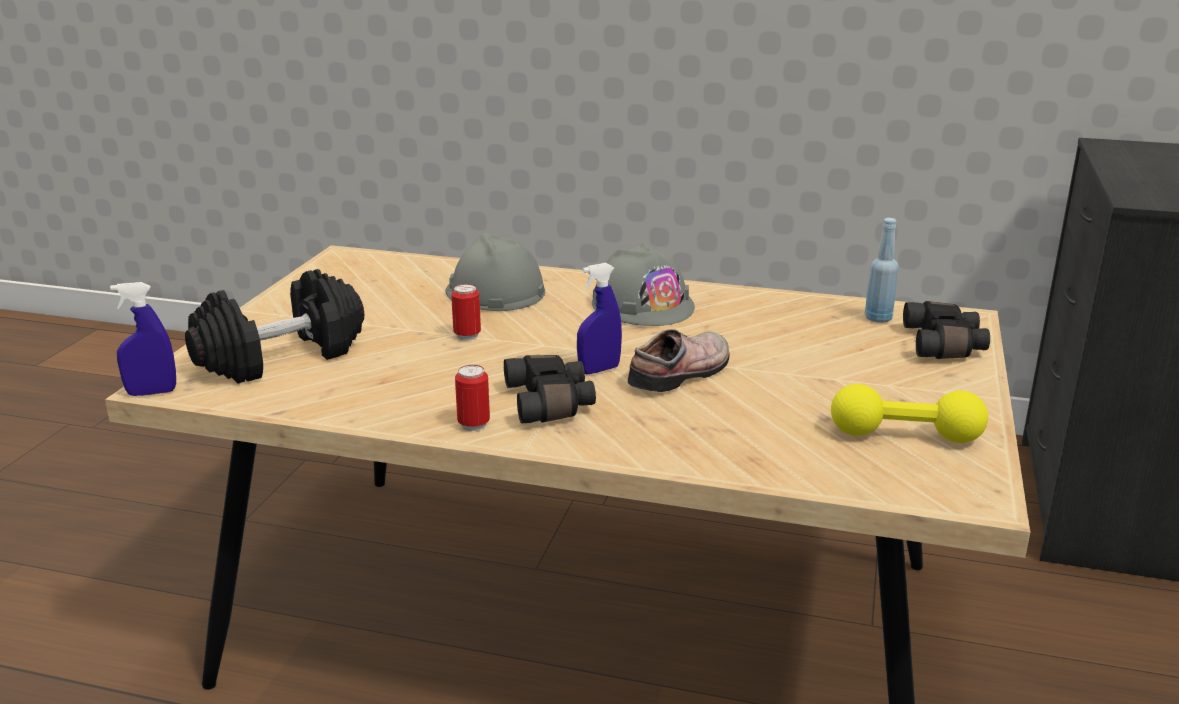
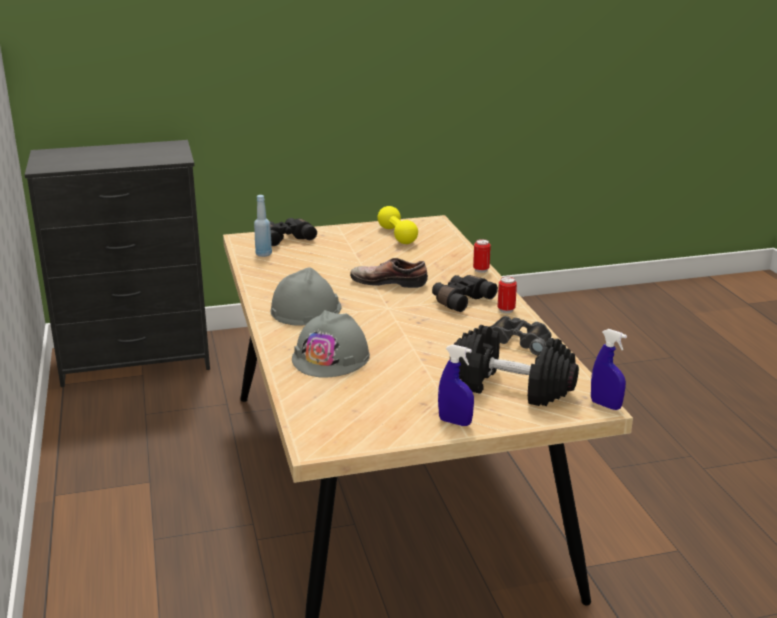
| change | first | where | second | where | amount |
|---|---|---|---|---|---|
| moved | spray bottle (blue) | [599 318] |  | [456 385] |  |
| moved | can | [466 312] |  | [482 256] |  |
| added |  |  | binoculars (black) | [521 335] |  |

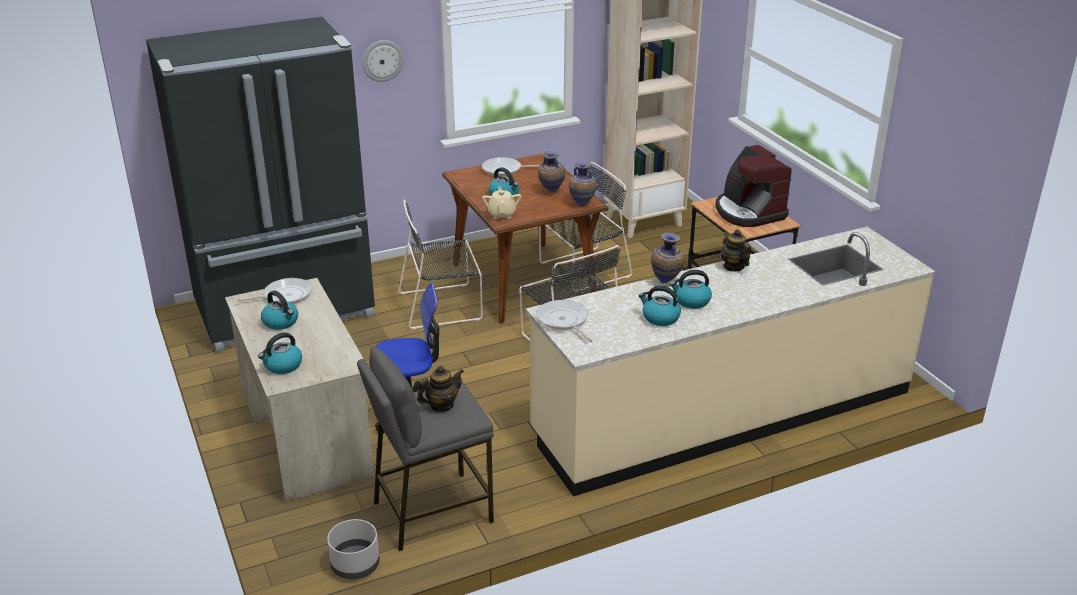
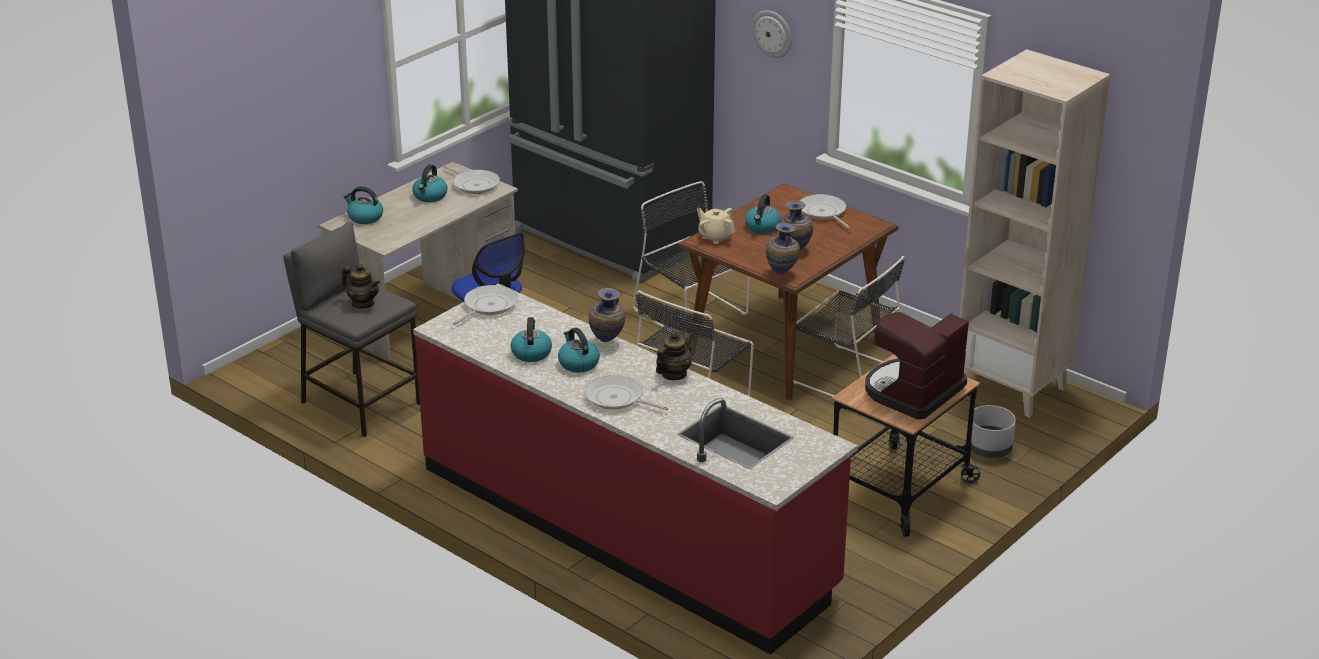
| change | first | where | second | where | amount |
|---|---|---|---|---|---|
| turned | teapot (beige) | [501 203] |  | [716 226] | 105 degrees counterclockwise |
| recoloured | counter (beige) | [731 362] | counter (red) | [635 469] |  |
| moved | planter (grey) | [353 549] |  | [993 431] |  |
| added |  |  | frying pan | [627 392] |  |

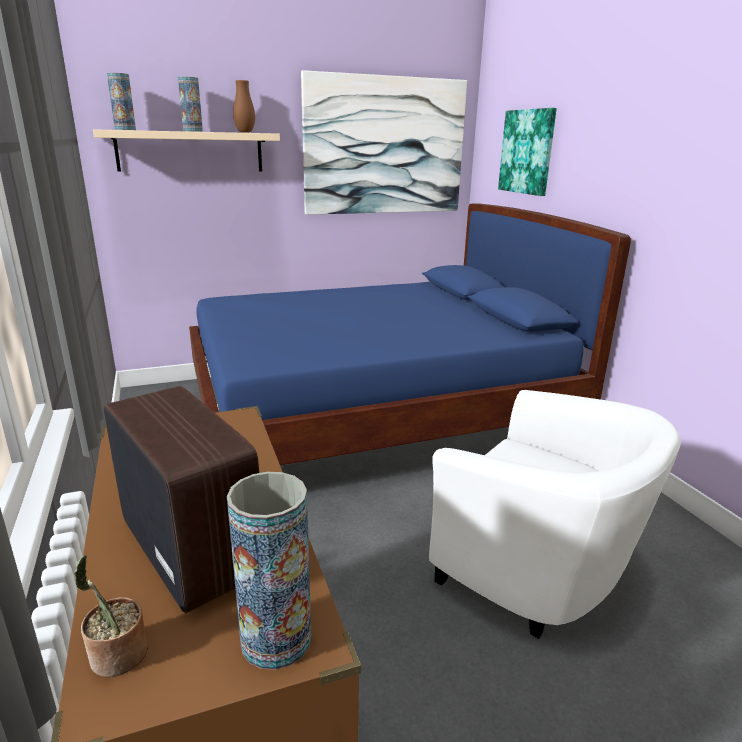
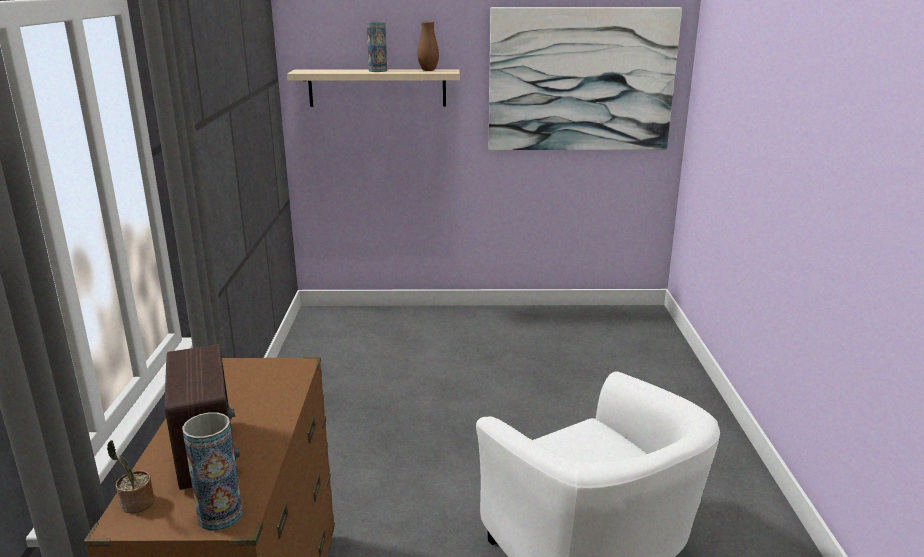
| change | first | where | second | where | amount |
|---|---|---|---|---|---|
| removed | vase | [121 101] |  |  |  |
| removed | picture | [527 152] |  |  |  |
| removed | bed (blue) | [410 334] |  |  |  |

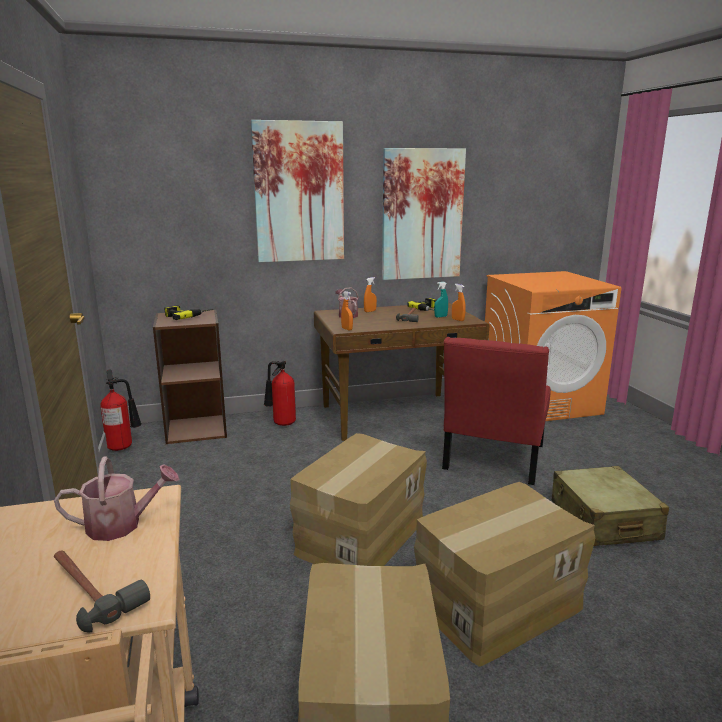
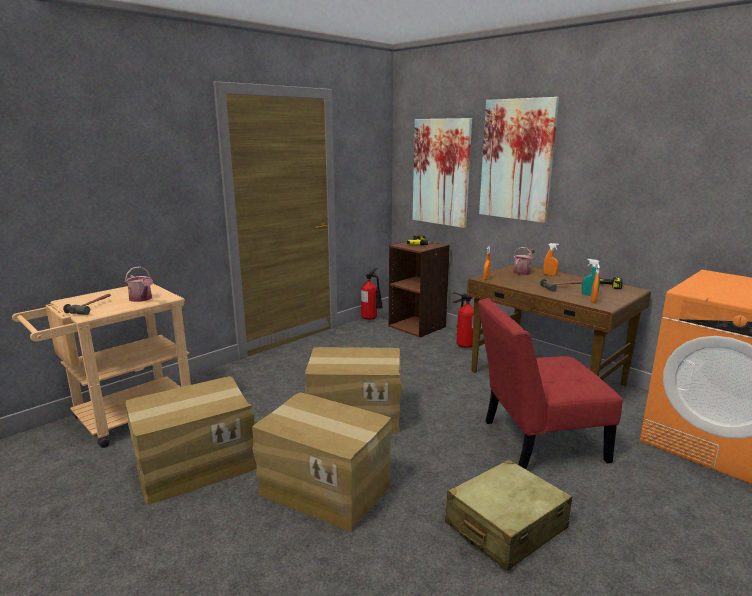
| change | first | where | second | where | amount |
|---|---|---|---|---|---|
| moved | picture | [424 214] |  | [442 173] |  |

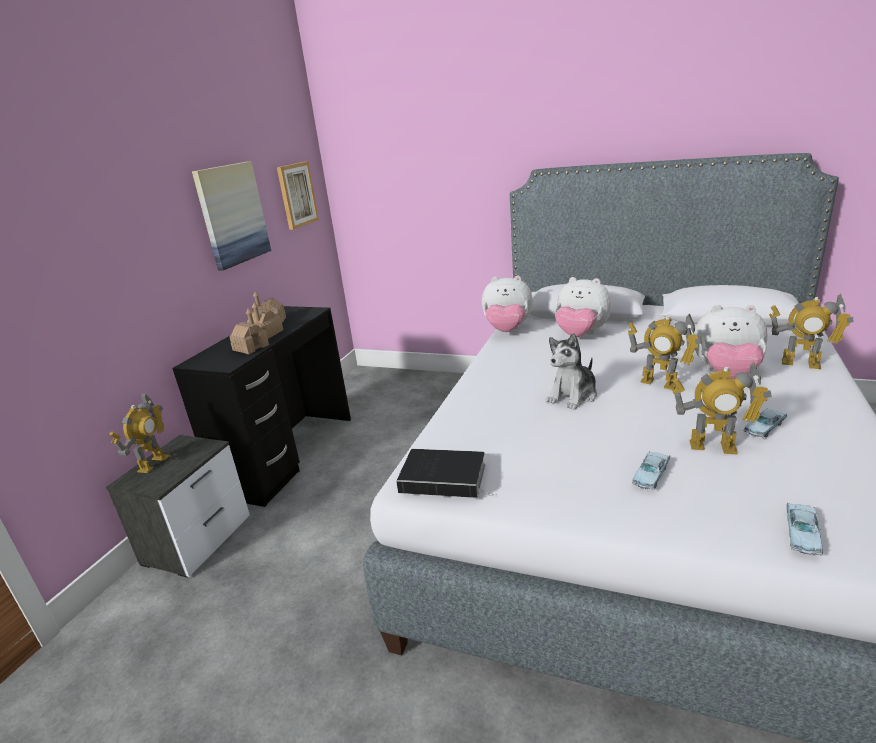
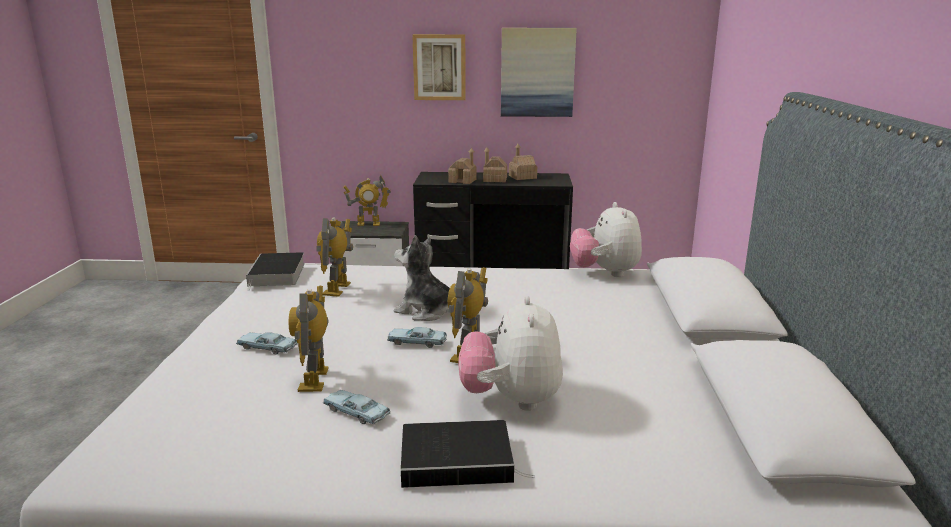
| change | first | where | second | where | amount |
|---|---|---|---|---|---|
| moved | picture | [298 195] |  | [439 67] |  |
| removed | plush toy | [583 307] |  |  |  |
| moved | toy robot | [811 331] |  | [334 256] |  |
| moved | toy car (blue) | [805 529] |  | [417 337] |  |
| added |  |  | book | [468 454] |  |

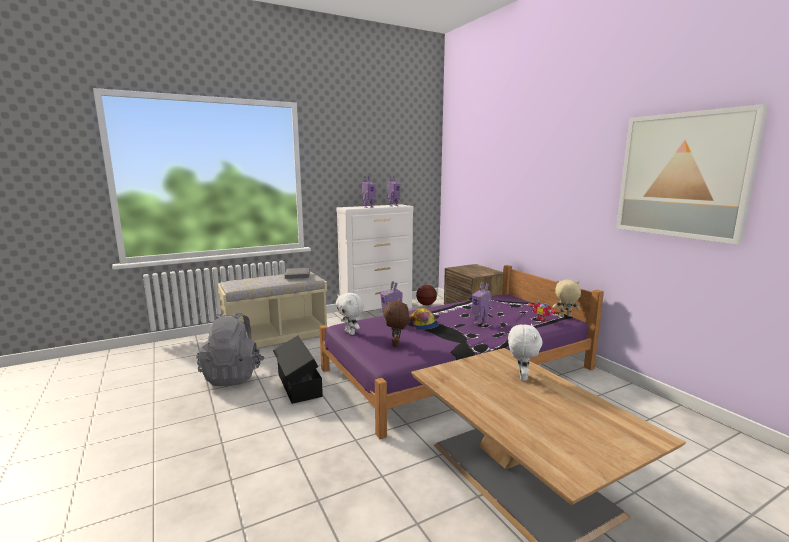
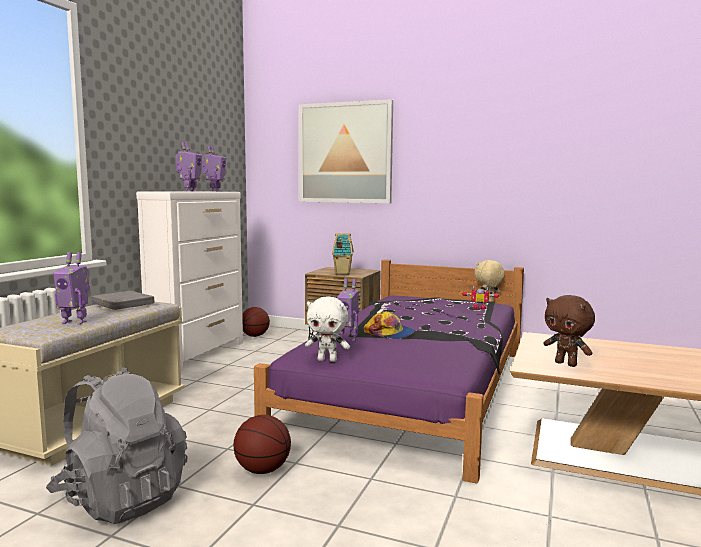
| change | first | where | second | where | amount |
|---|---|---|---|---|---|
| moved | picture | [692 174] |  | [346 151] |  |
| moved | toy robot | [481 304] |  | [71 288] |  |
| moved | plush toy (brown) | [396 324] |  | [569 331] |  |
| removed | plush toy (white) | [525 352] |  |  |  |
| replaced | storage box (black) | [298 370] | basketball | [262 444] |  |
| added |  |  | toy house | [343 254] |  |

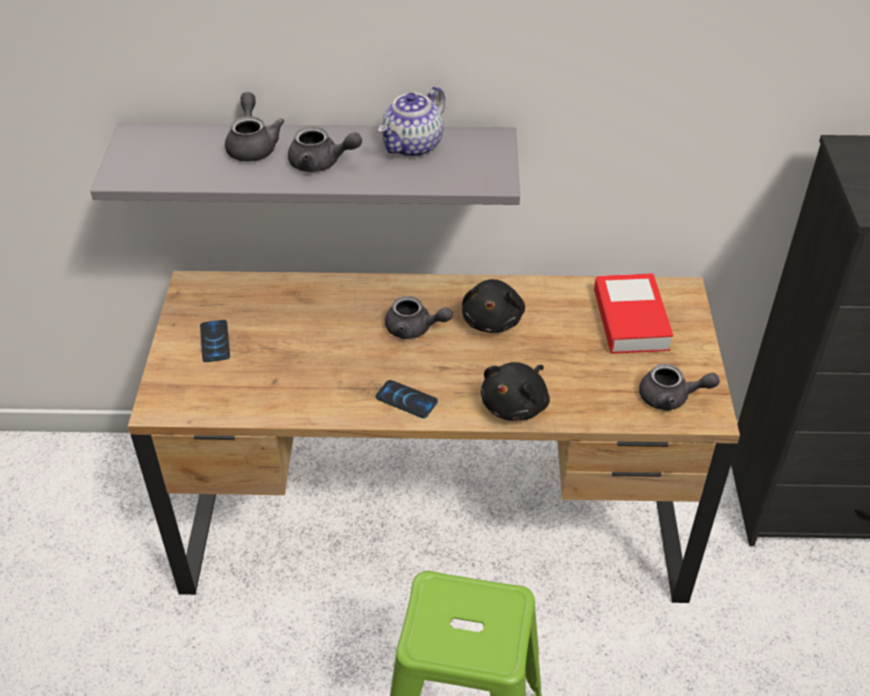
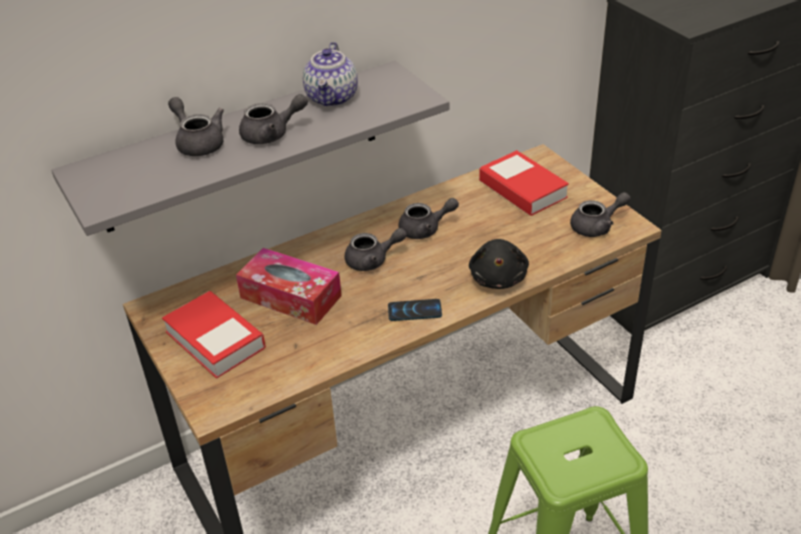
| change | first | where | second | where | amount |
|---|---|---|---|---|---|
| replaced | plush toy (black) | [493 306] | teapot (grey) | [428 218] |  |
| replaced | phone | [215 341] | book | [214 335] |  |
| added |  |  | tissue box | [289 286] |  |

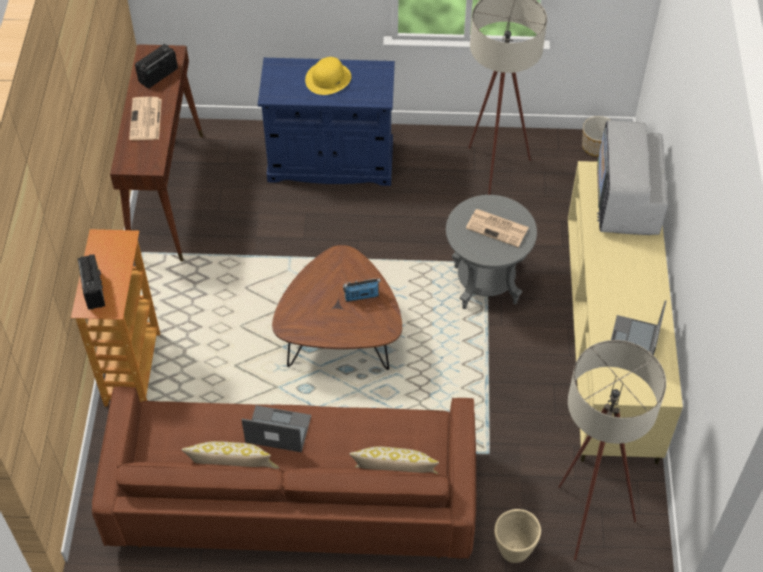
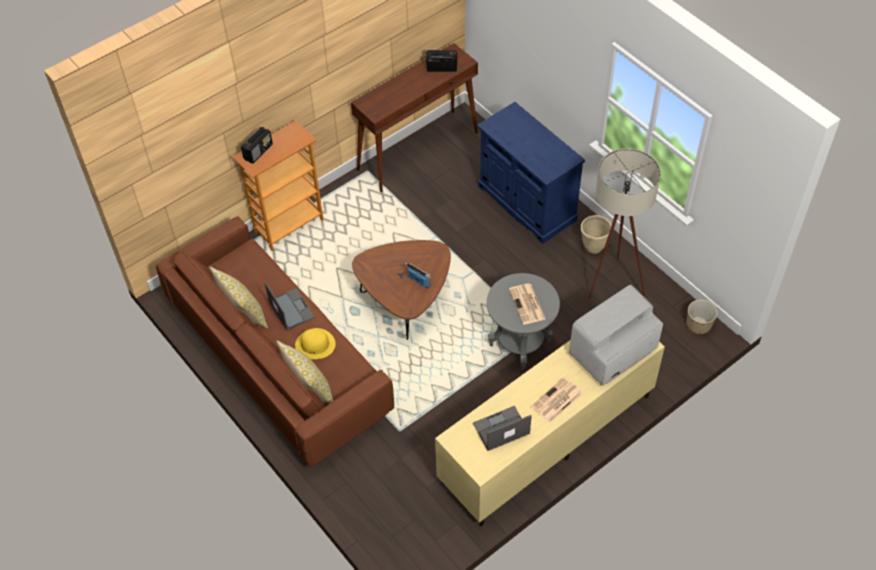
| change | first | where | second | where | amount |
|---|---|---|---|---|---|
| moved | hat (yellow) | [328 76] |  | [315 343] |  |
| moved | newspaper | [145 118] |  | [557 400] |  |
| removed | floor lamp (beige) | [612 450] |  |  |  |
| moved | planter (beige) | [517 536] |  | [596 234] |  |

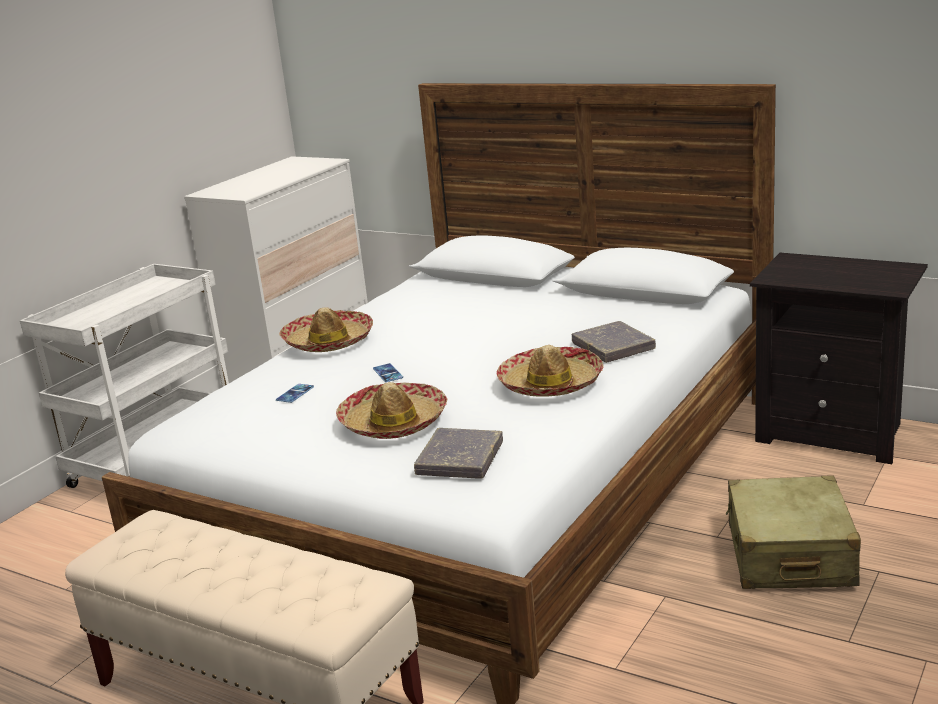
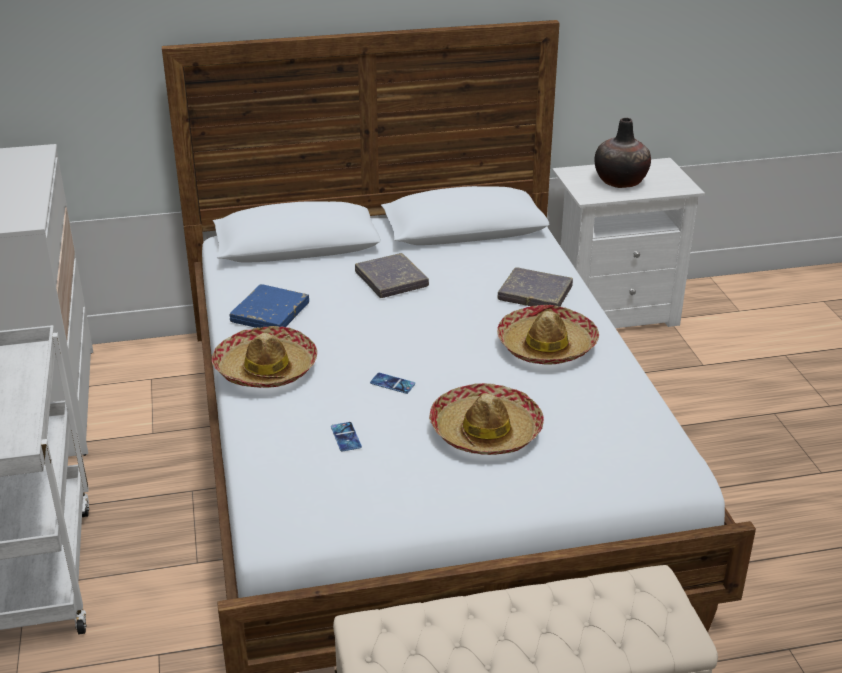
| change | first | where | second | where | amount |
|---|---|---|---|---|---|
| recoloured | nightstand (black) | [839 358] | nightstand (white) | [628 243] |  |
| moved | book (grey) | [458 453] |  | [392 275] |  |
| removed | suitcase (beige) | [793 532] |  |  |  |
| added |  |  | vase | [622 153] |  |
| added |  |  | book (blue) | [269 306] |  |

